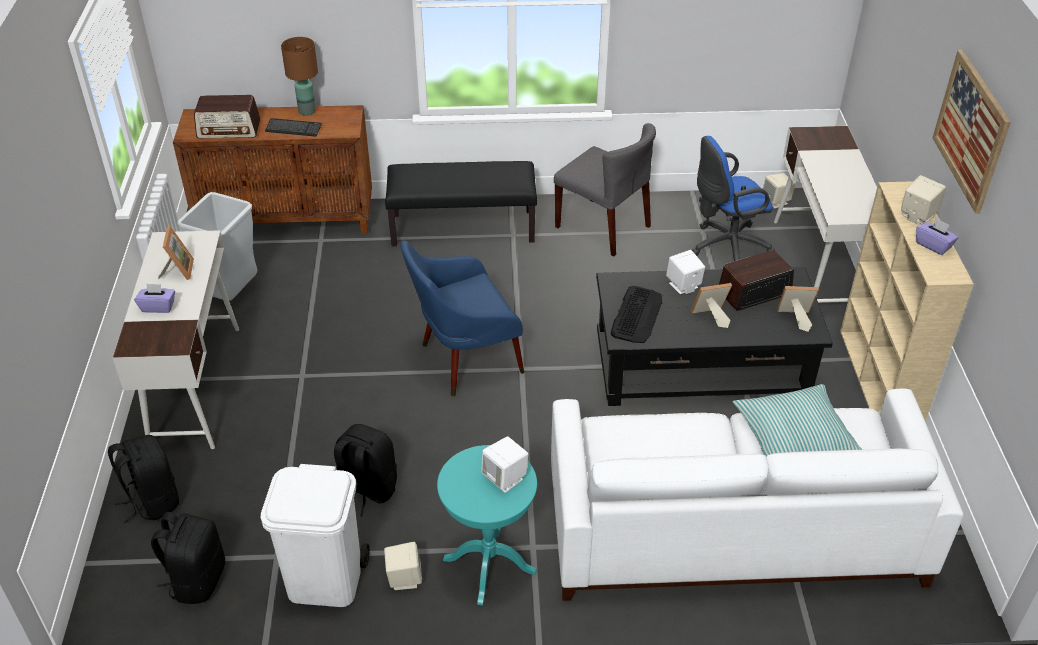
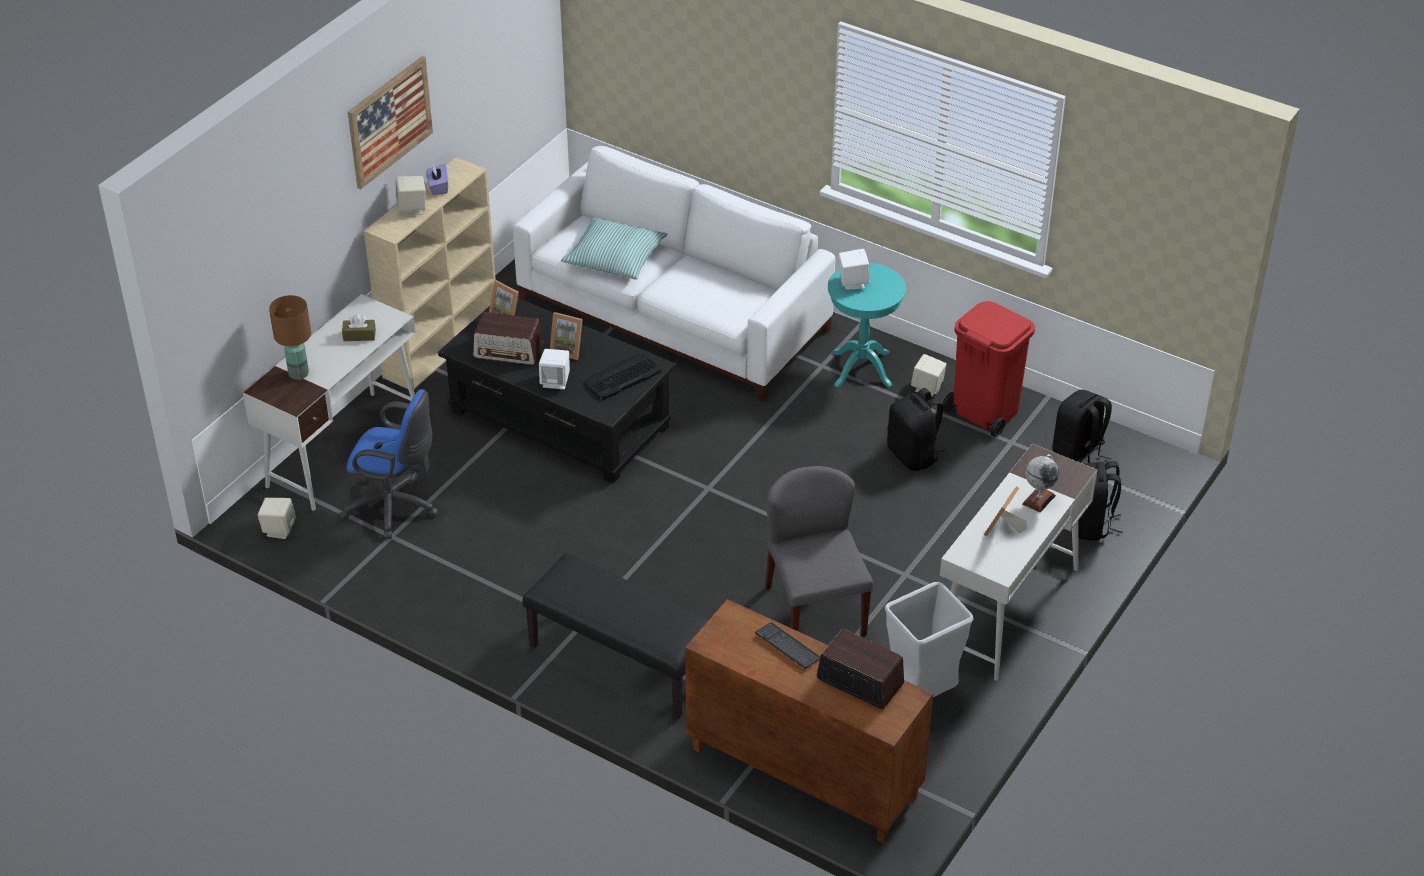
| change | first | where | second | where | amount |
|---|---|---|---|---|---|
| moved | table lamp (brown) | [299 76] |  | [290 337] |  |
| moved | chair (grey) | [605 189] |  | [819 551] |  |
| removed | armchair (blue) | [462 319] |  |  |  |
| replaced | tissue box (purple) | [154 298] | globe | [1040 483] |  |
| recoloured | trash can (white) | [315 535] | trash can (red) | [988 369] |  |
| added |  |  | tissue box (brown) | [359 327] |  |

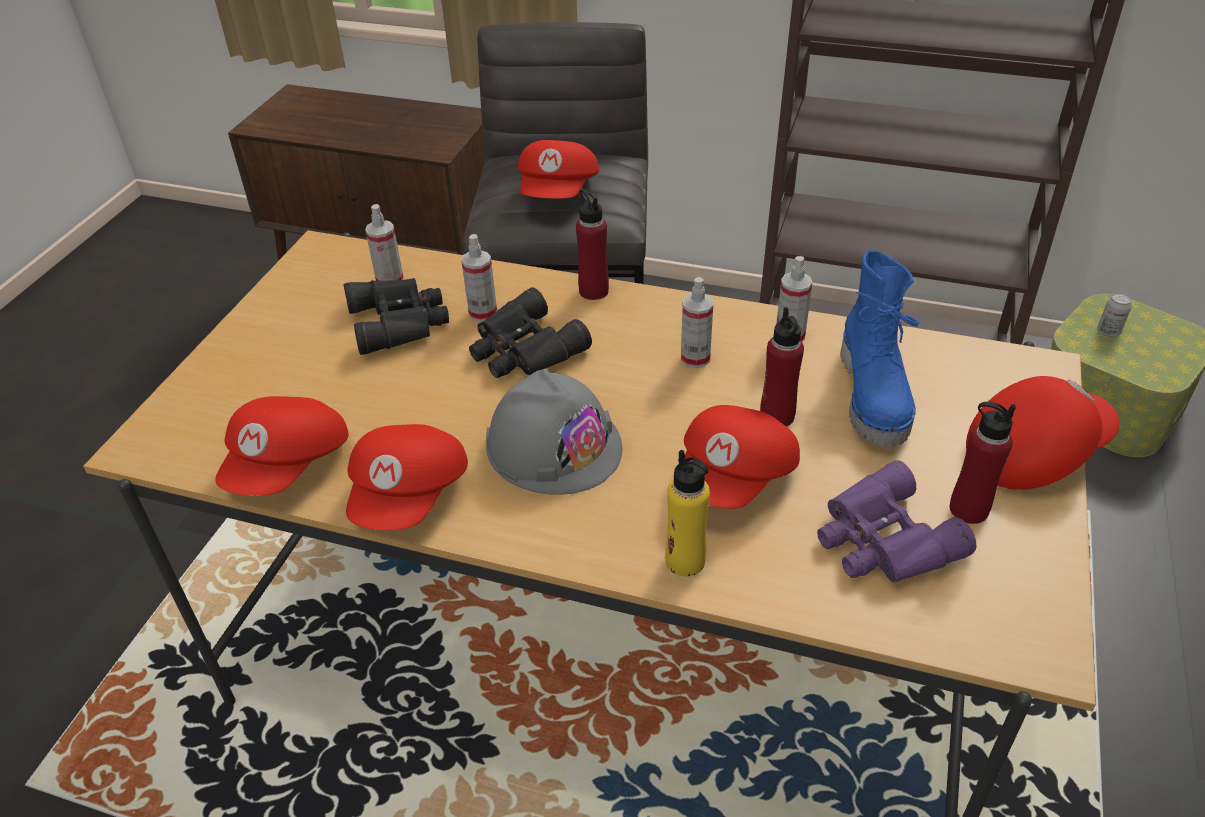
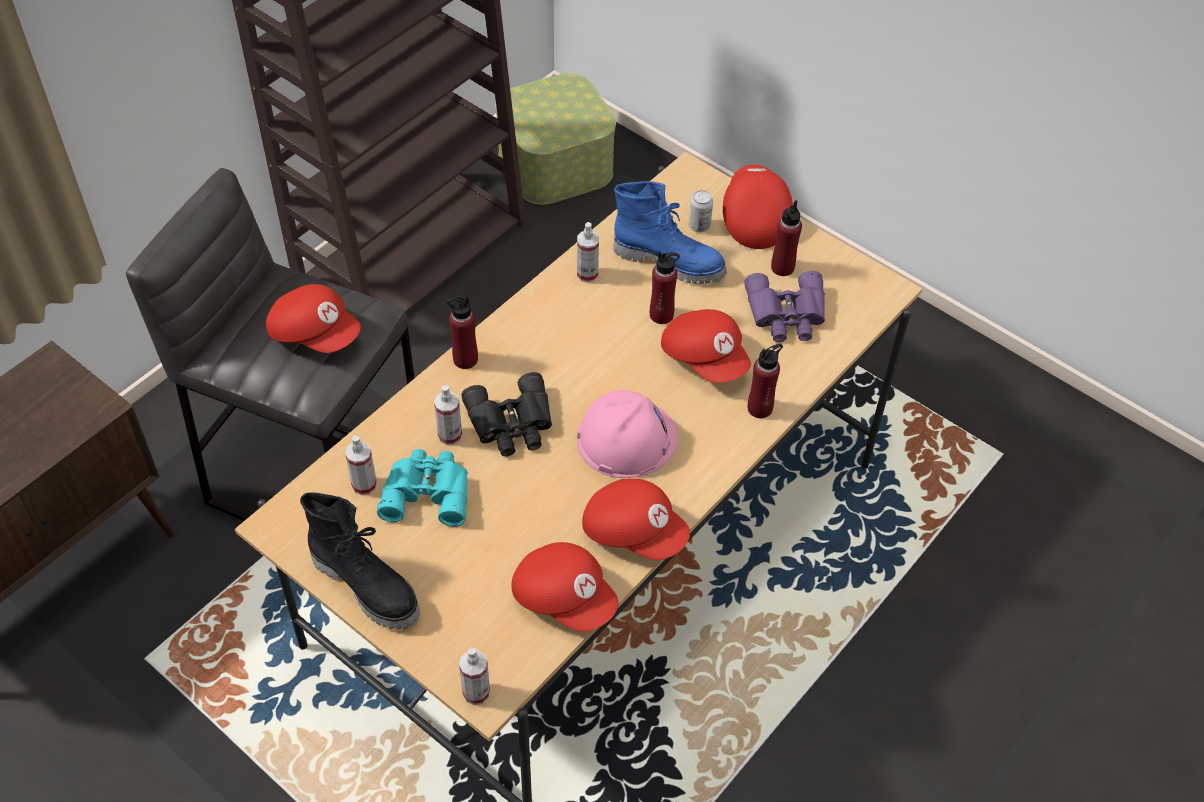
| change | first | where | second | where | amount |
|---|---|---|---|---|---|
| moved | spray bottle | [697 322] |  | [474 676] |  |
| recoloured | binoculars (black) | [396 316] | binoculars (turquoise) | [422 488] |  |
| moved | can | [1115 315] |  | [700 211] |  |
| recoloured | hard hat (grey) | [554 432] | hard hat (pink) | [627 434] |  |
| recoloured | bottle (yellow) | [687 513] | bottle (red) | [765 381] |  |
| added |  |  | boot (black) | [360 561] |  |

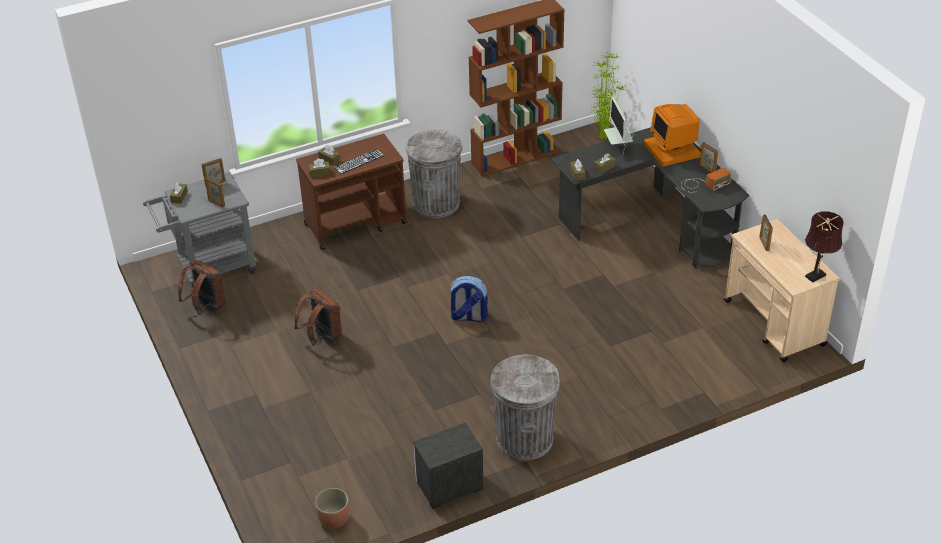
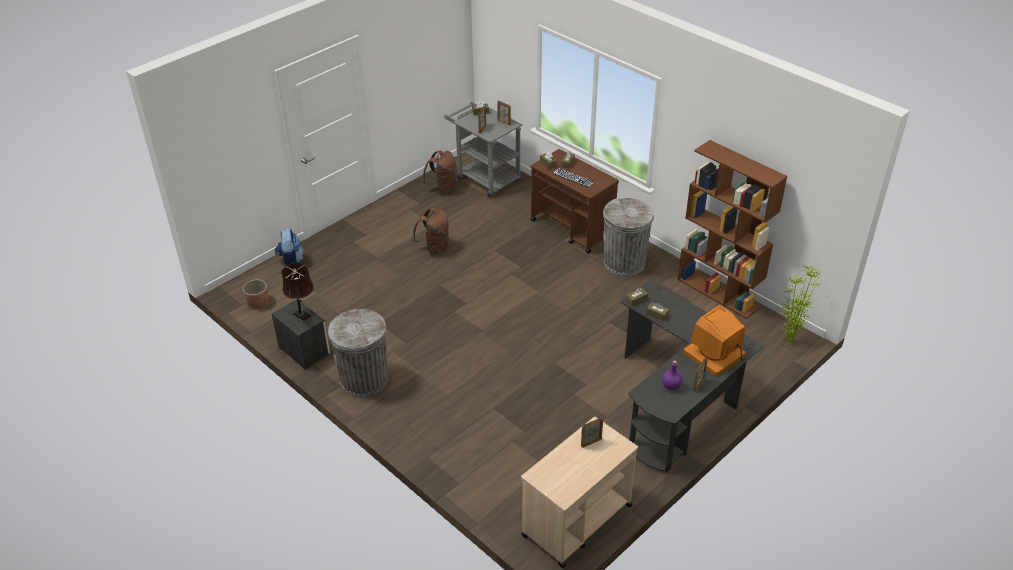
| change | first | where | second | where | amount |
|---|---|---|---|---|---|
| removed | monitor | [618 124] |  |  |  |
| replaced | radio | [706 180] | bottle (purple) | [672 375] |  |
| moved | table lamp (brown) | [824 246] |  | [297 292] |  |
| moved | backpack | [468 299] |  | [289 247] |  |

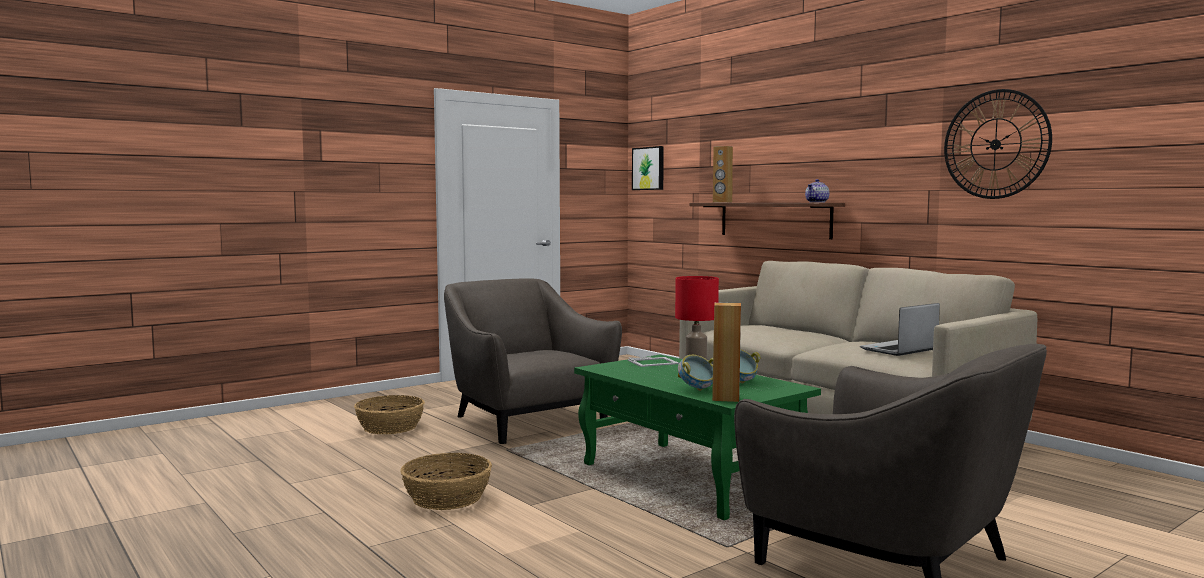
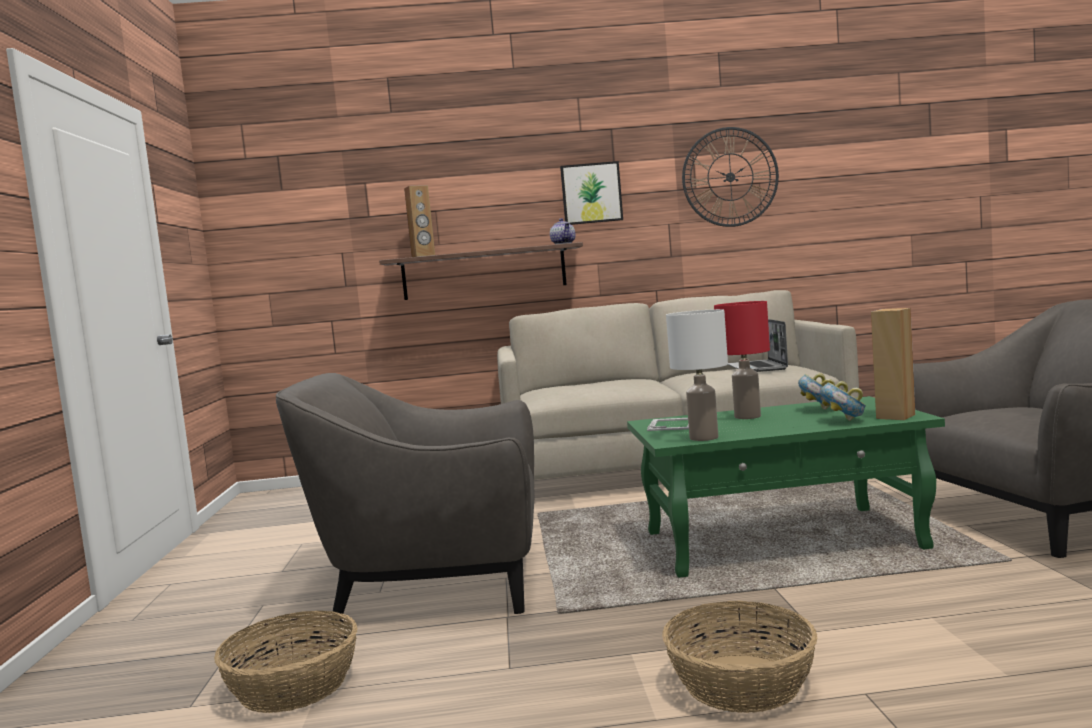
| change | first | where | second | where | amount |
|---|---|---|---|---|---|
| moved | picture | [648 168] |  | [591 193] |  |
| added |  |  | table lamp (white) | [697 375] |  |

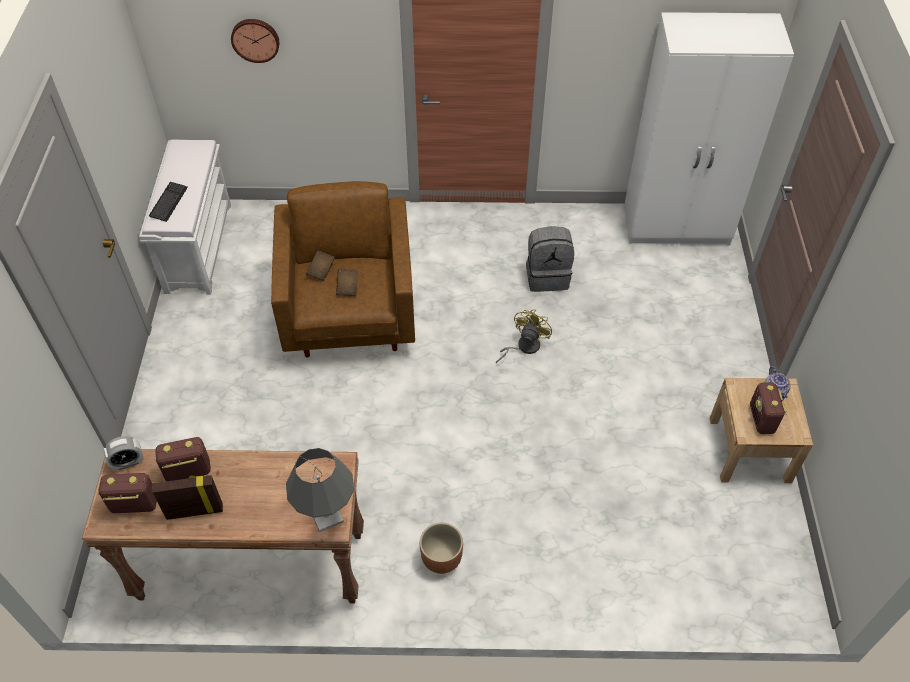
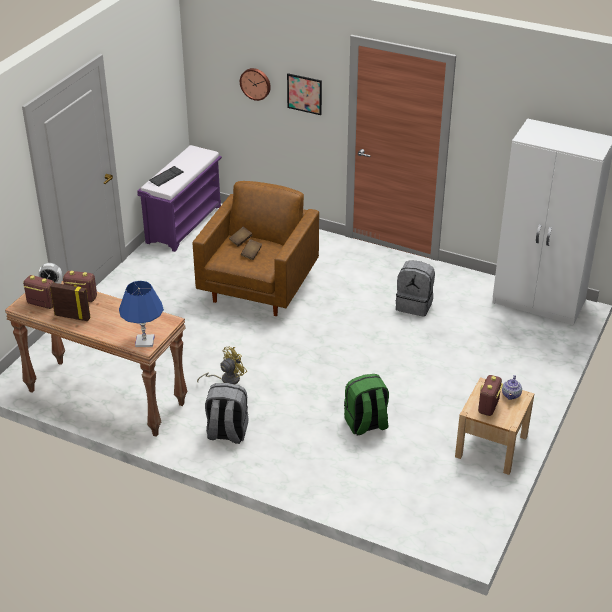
| change | first | where | second | where | amount |
|---|---|---|---|---|---|
| recoloured | bench (white) | [185 217] | bench (purple) | [179 198] |  |
| moved | fan (yellow) | [524 336] |  | [222 365] |  |
| recoloured | table lamp (grey) | [320 490] | table lamp (blue) | [141 314] |  |
| replaced | planter (brown) | [441 548] | backpack (grey) | [227 413] |  |
| added |  |  | picture | [304 94] |  |
| added |  |  | backpack (green) | [366 404] |  |

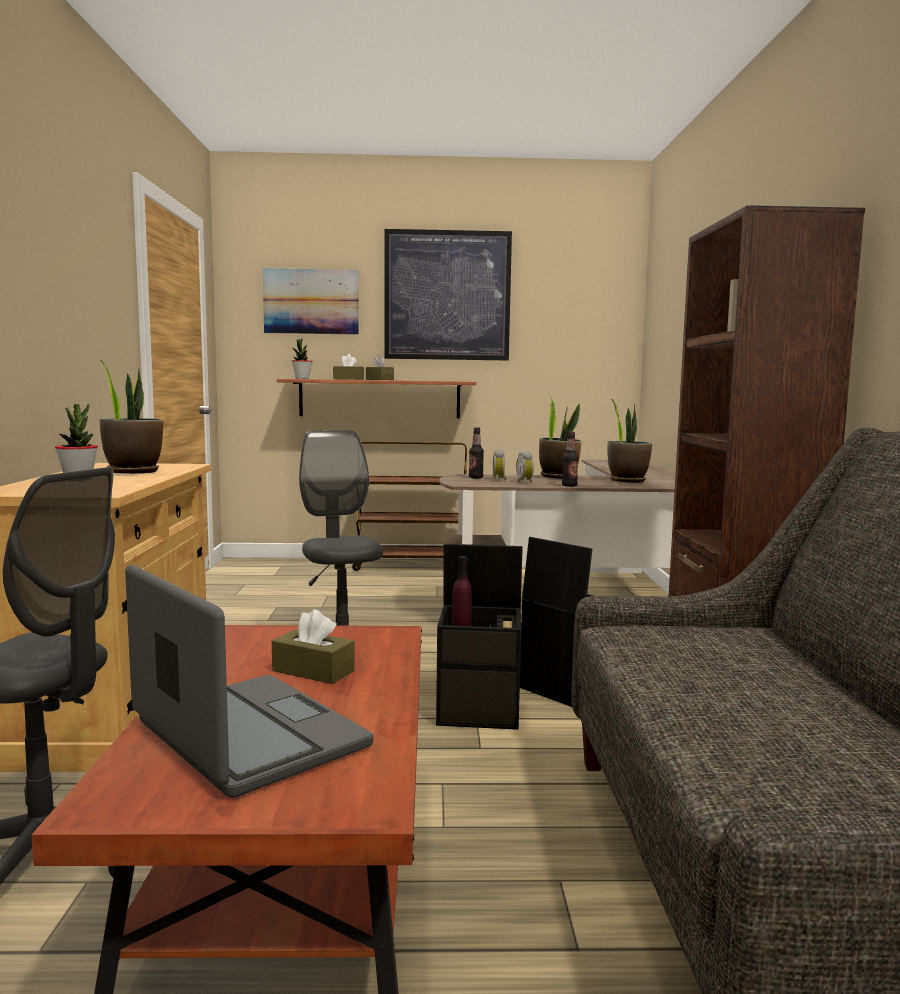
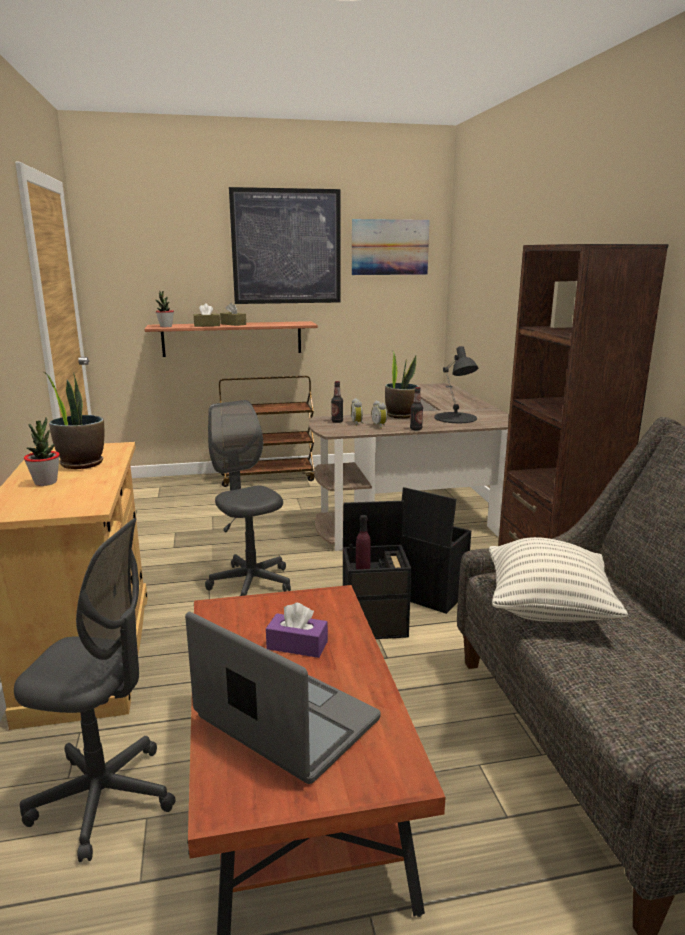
| change | first | where | second | where | amount |
|---|---|---|---|---|---|
| moved | picture | [311 301] |  | [391 247] |  |
| replaced | potted plant | [629 441] | table lamp (black) | [456 384] |  |
| recoloured | tissue box (brown) | [313 646] | tissue box (purple) | [297 630] |  |
| added |  |  | pillow | [558 579] |  |

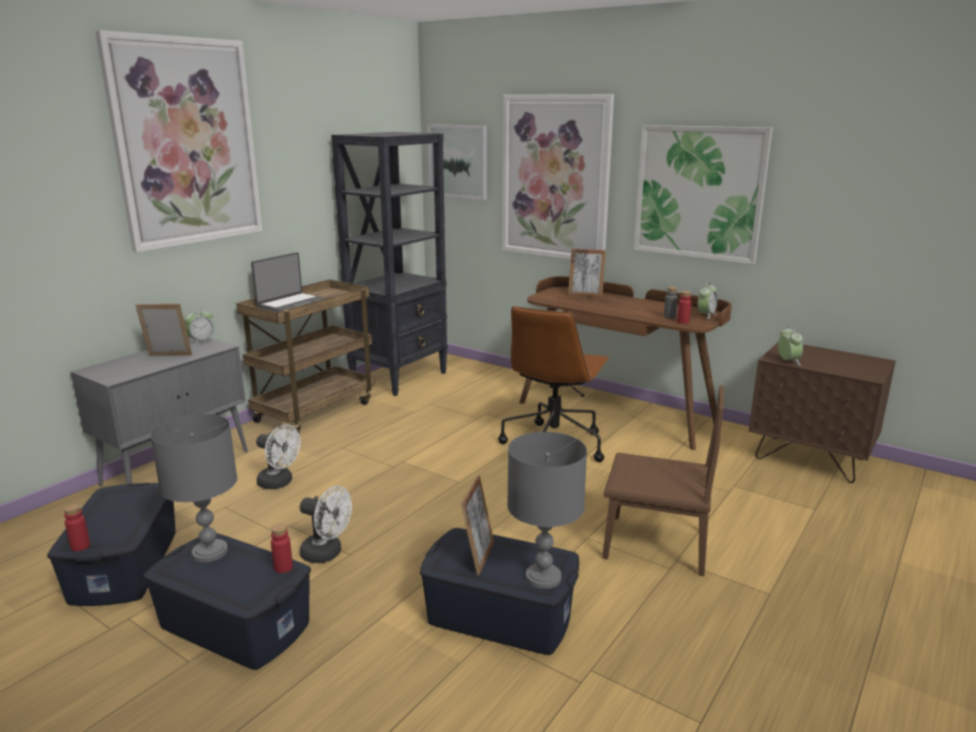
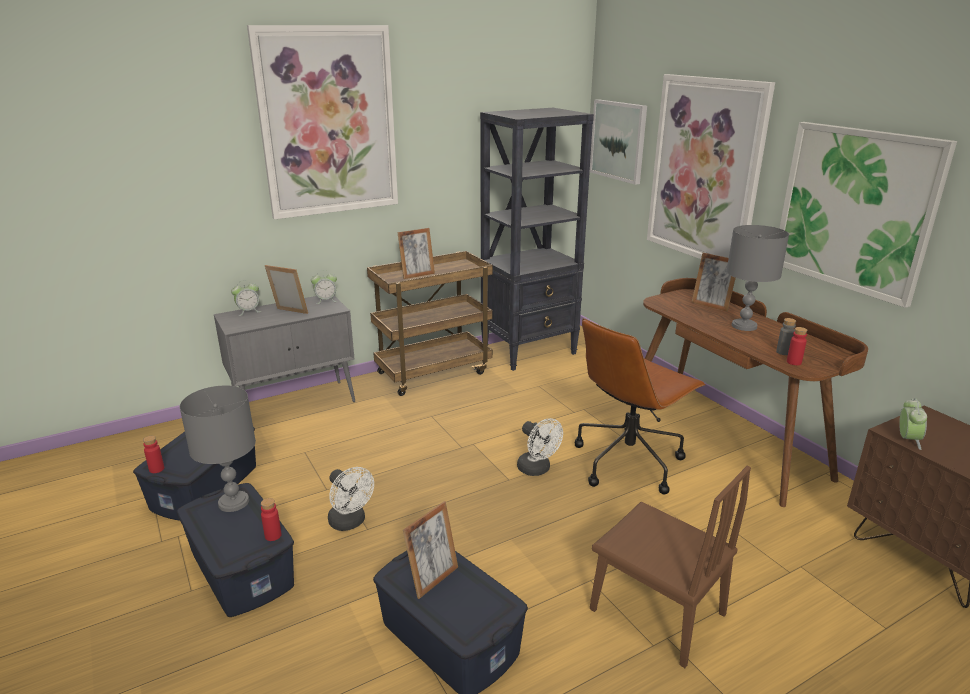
| change | first | where | second | where | amount |
|---|---|---|---|---|---|
| replaced | laptop | [288 282] | picture frame | [416 253] |  |
| moved | alarm clock | [707 300] |  | [246 298] |  |
| moved | fan (white) | [278 456] |  | [540 447] |  |
| moved | table lamp (grey) | [547 510] |  | [758 278] |  |

